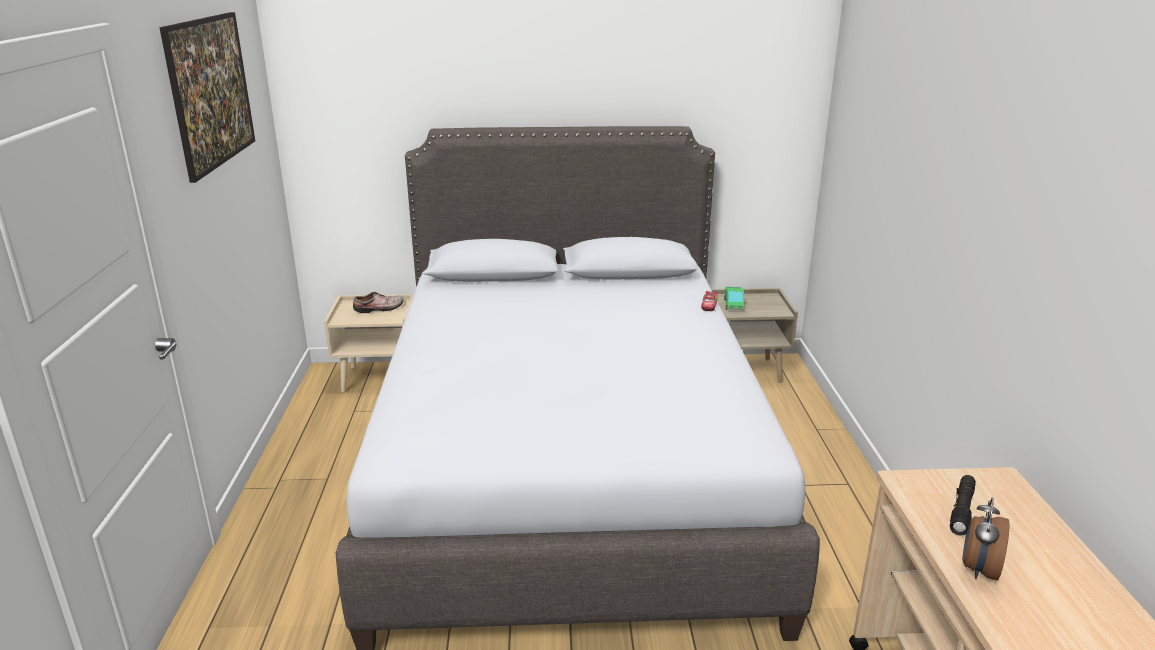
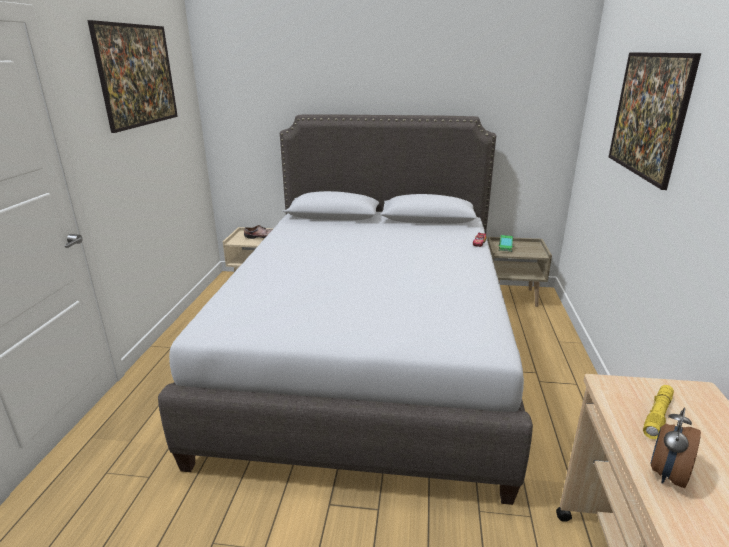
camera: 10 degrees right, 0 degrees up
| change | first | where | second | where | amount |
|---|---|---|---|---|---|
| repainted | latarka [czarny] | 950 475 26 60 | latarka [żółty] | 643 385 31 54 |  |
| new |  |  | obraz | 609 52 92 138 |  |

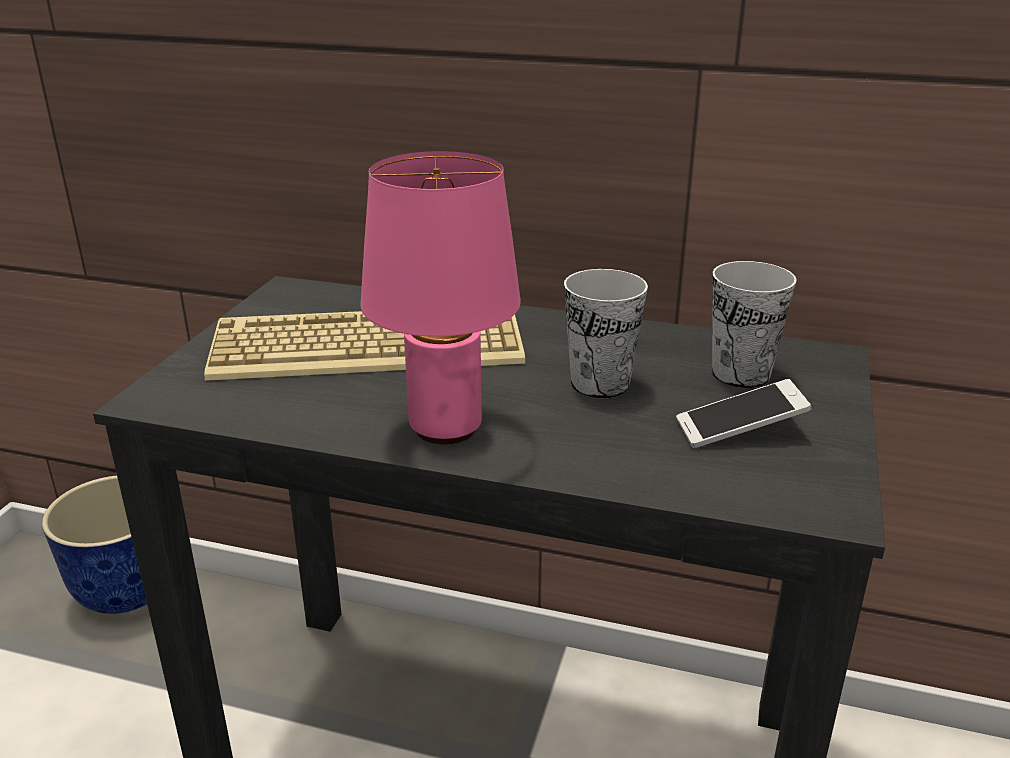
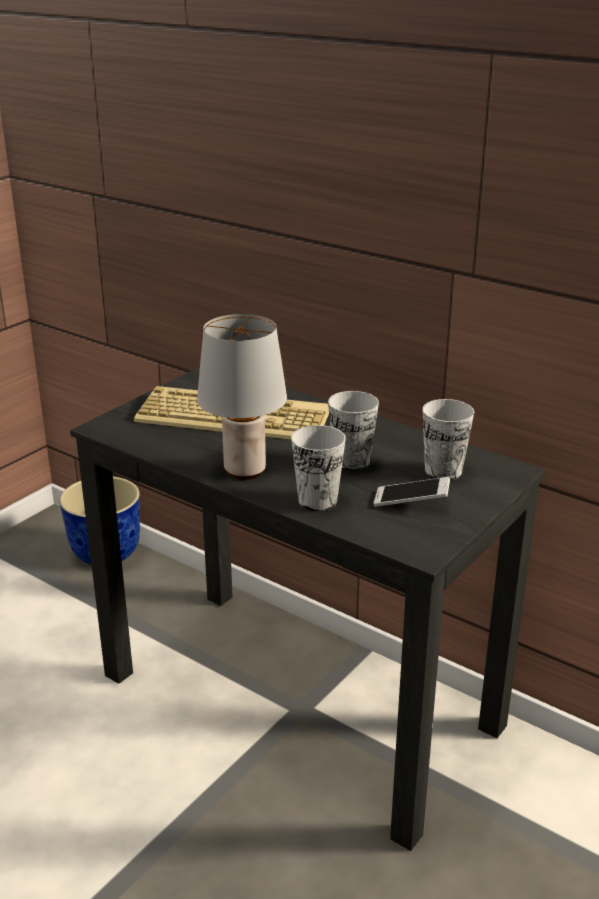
camera: 20 degrees right, 0 degrees up
| change | first | where | second | where | amount |
|---|---|---|---|---|---|
| repainted | lampa stołowa [różowy] | 361 151 160 294 | lampa stołowa [szary] | 197 314 90 166 |  |
| new |  |  | filiżanka | 291 425 55 86 |  |

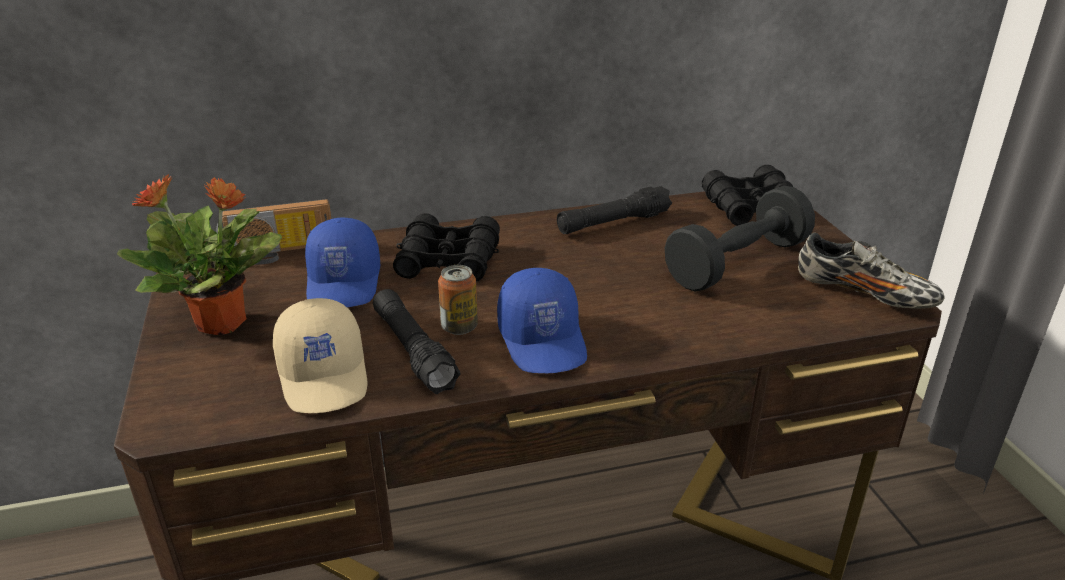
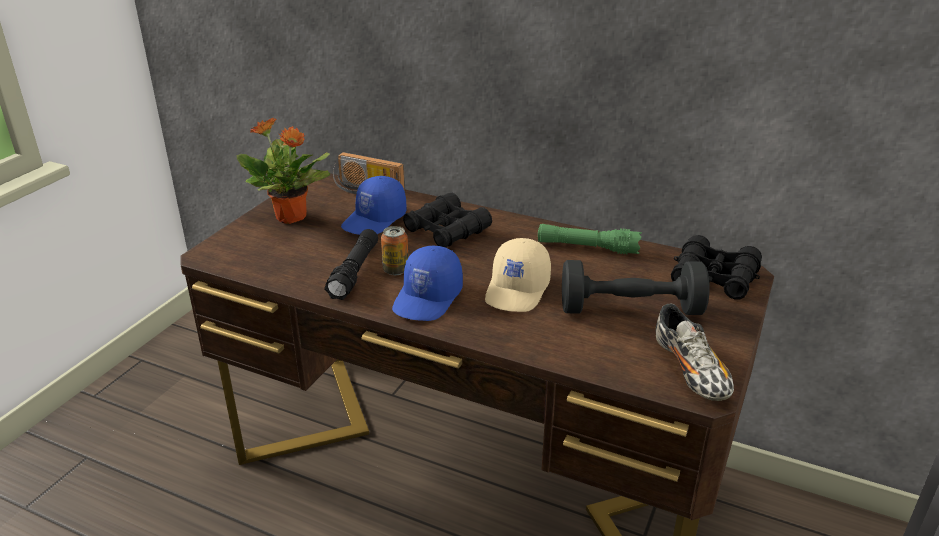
camera: 40 degrees right, 0 degrees up
| change | first | where | second | where | amount |
|---|---|---|---|---|---|
| shifted | czapka z daszkiem [beżowy] | 273 298 95 115 |  | 485 238 66 74 |  |
| repainted | latarka [czarny] | 557 186 115 48 | latarka [zielony] | 538 224 104 30 |  |

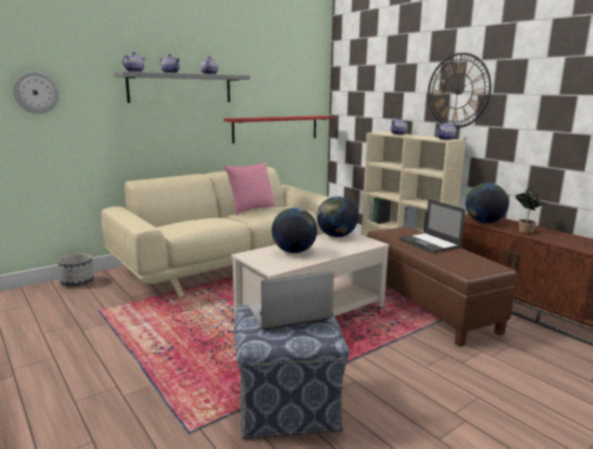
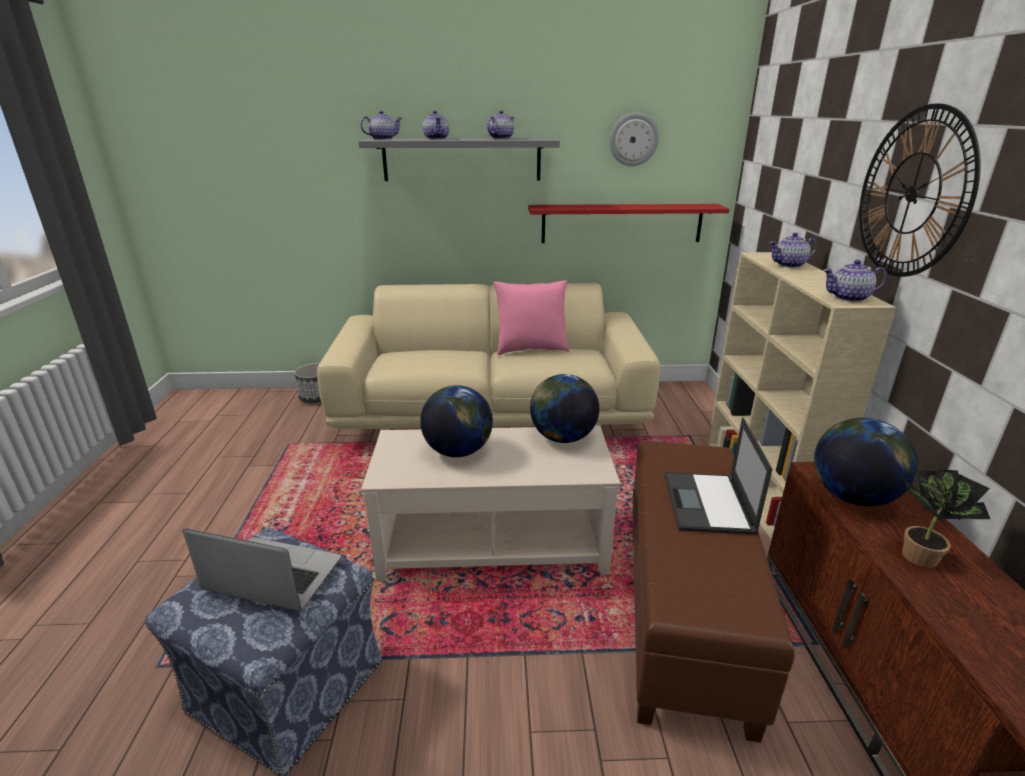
camera: 35 degrees right, 10 degrees up
| change | first | where | second | where | amount |
|---|---|---|---|---|---|
| shifted | zegar ścienny | 13 71 46 43 |  | 610 113 49 53 |  |

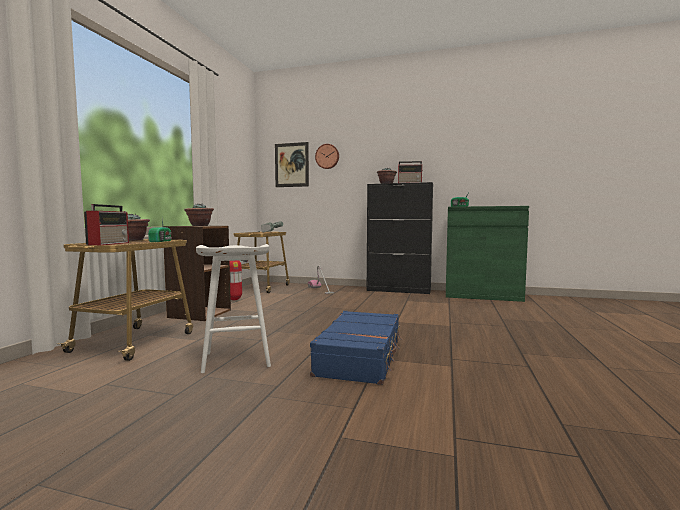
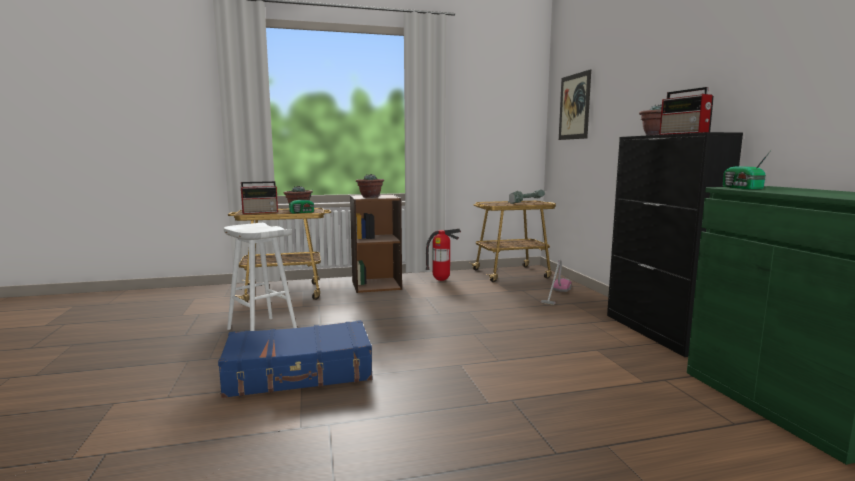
camera: 60 degrees right, 5 degrees up
| change | first | where | second | where | amount |
|---|---|---|---|---|---|
| gone | zegar ścienny | 315 144 24 25 |  |  |  |

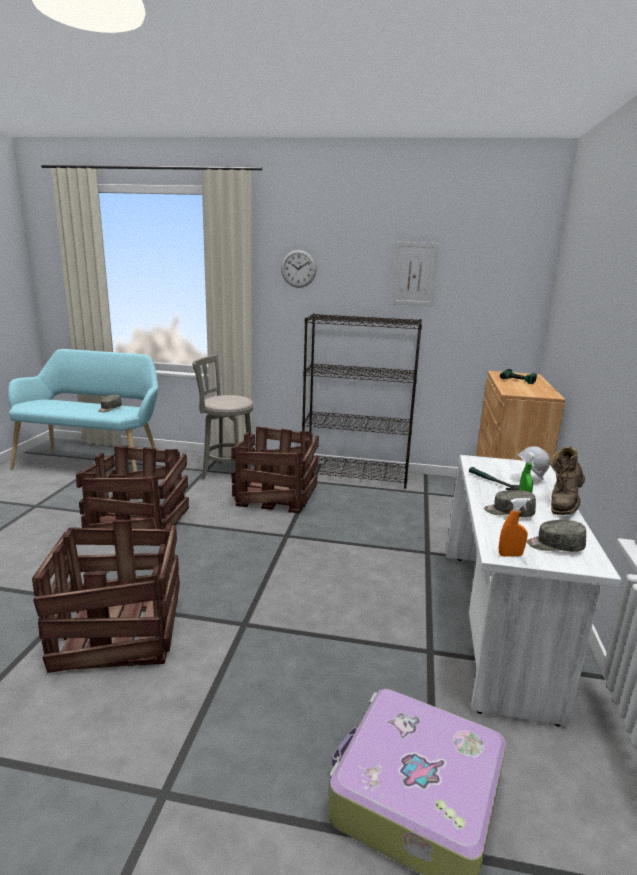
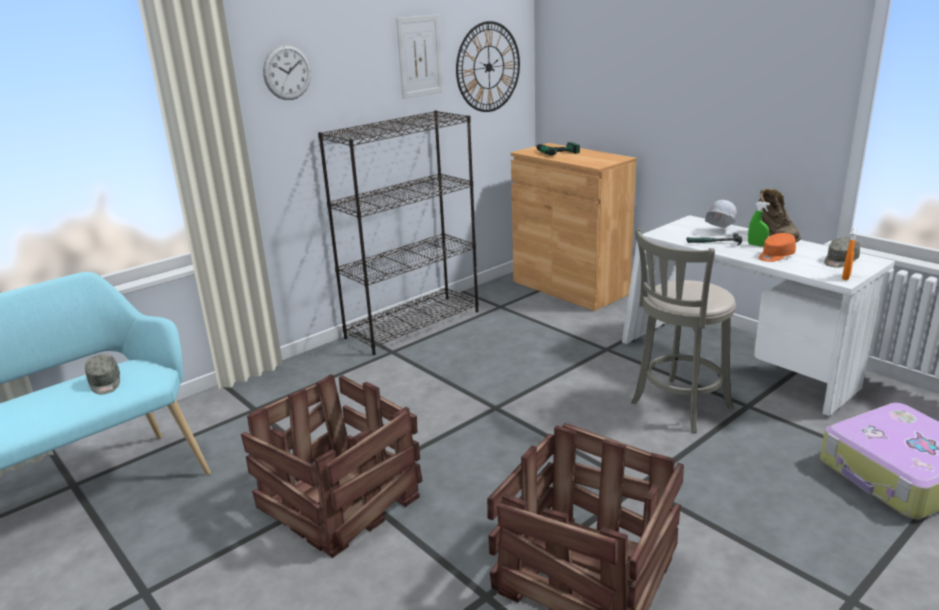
camera: 50 degrees left, 5 degrees up
| change | first | where | second | where | amount |
|---|---|---|---|---|---|
| shifted | stołek [szary] | 192 354 63 125 |  | 631 228 105 205 |  |
| gone | skrzynka | 231 426 88 88 |  |  |  |
| repainted | czapka z daszkiem [szary] | 484 490 52 27 | czapka z daszkiem [pomarańczowy] | 759 233 37 29 |  |
| new |  |  | zegar ścienny | 456 21 64 91 |  |

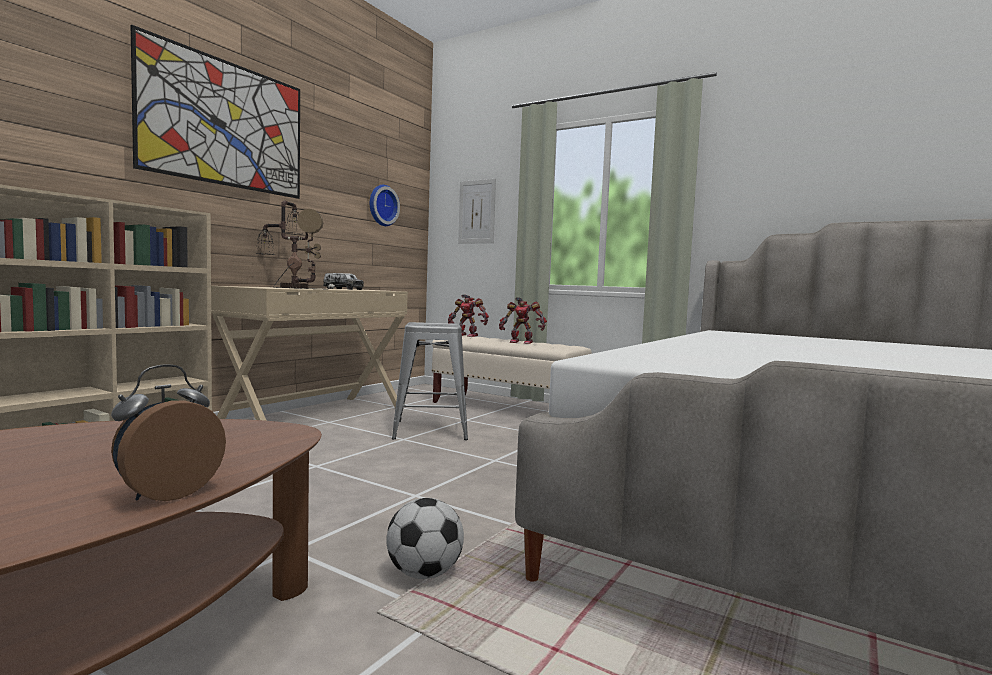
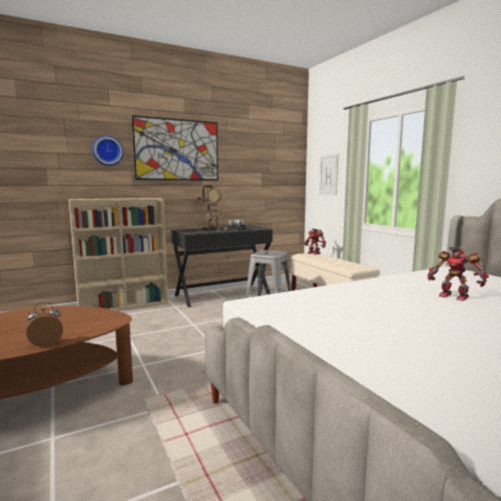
camera: 30 degrees right, 5 degrees up
| change | first | where | second | where | amount |
|---|---|---|---|---|---|
| repainted | biurko [beżowy] | 211 286 197 135 | biurko [czarny] | 171 225 102 82 |  |
| shifted | zegar ścienny | 370 185 30 41 |  | 92 136 31 30 |  |
| gone | piłka futbolowa | 386 498 78 81 |  |  |  |
| shifted | robot zabawkowy | 499 297 48 47 |  | 428 246 61 55 |  |

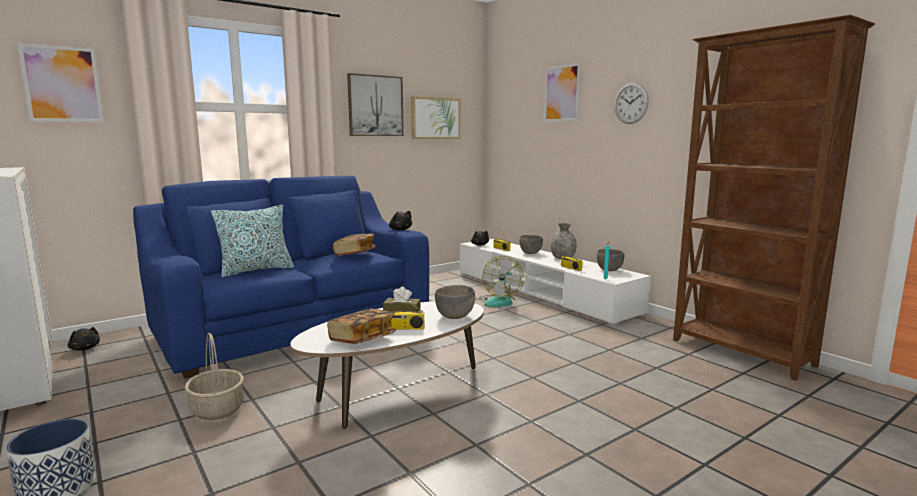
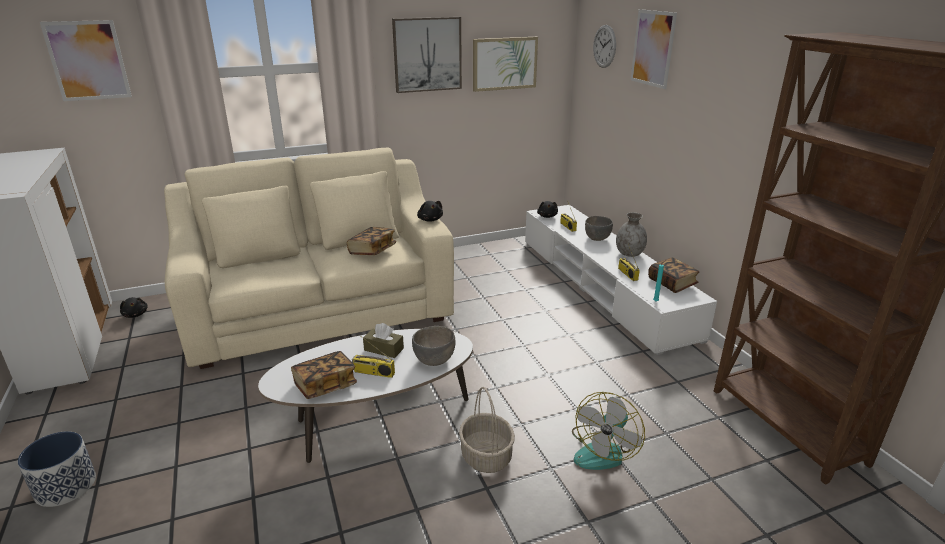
camera: 15 degrees right, 15 degrees up
| change | first | where | second | where | amount |
|---|---|---|---|---|---|
| repainted | kanapa [niebieski] | 133 176 296 203 | kanapa [beżowy] | 164 147 290 222 |  |
| shifted | koszyk | 185 333 59 87 |  | 459 387 56 86 |  |
| gone | poduszka | 211 205 83 72 |  |  |  |
| shifted | wentylator | 479 256 45 51 |  | 572 392 73 78 |  |
| swapped | miska [szary] | 597 249 27 22 | książka | 648 257 51 36 |  |
| shifted | zegar ścienny | 614 83 35 41 |  | 593 25 23 43 |  |

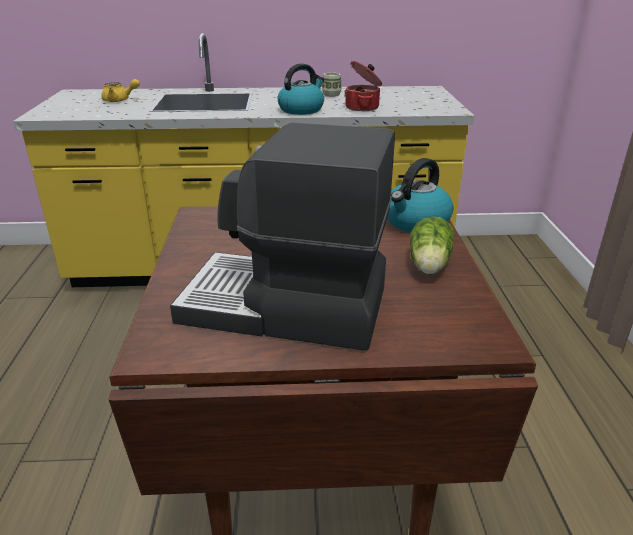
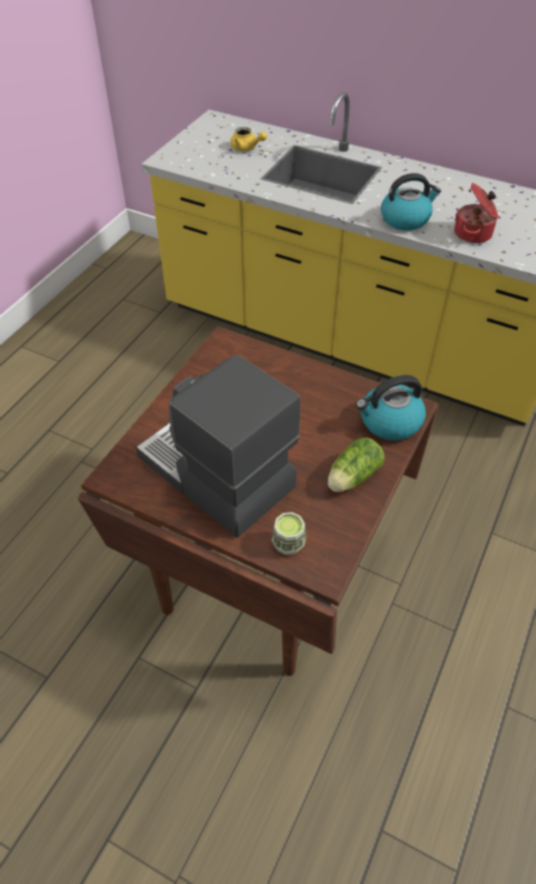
camera: 30 degrees right, 20 degrees up
| change | first | where | second | where | amount |
|---|---|---|---|---|---|
| shifted | filiżanka | 322 73 20 24 |  | 272 512 34 43 |  |

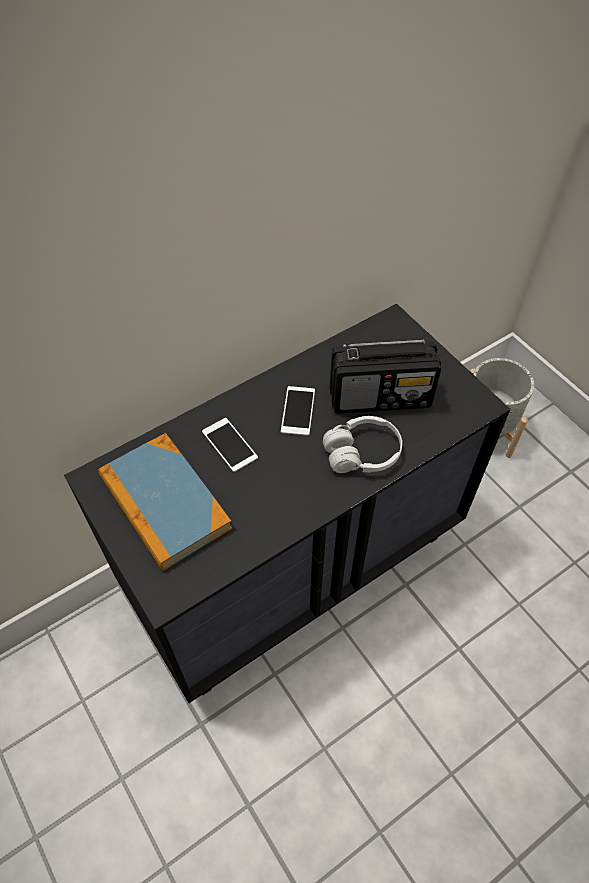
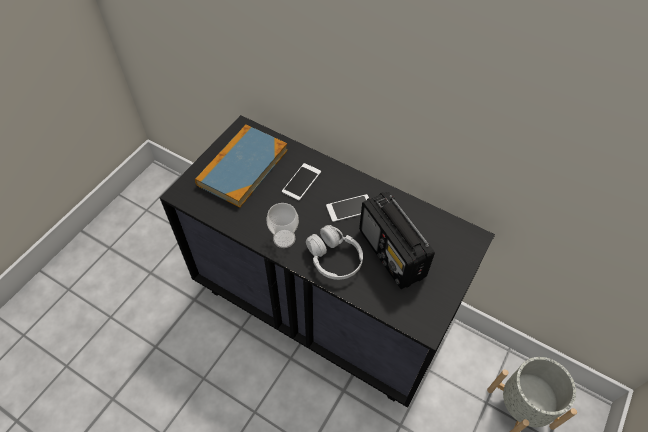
camera: 65 degrees right, 0 degrees up
| change | first | where | second | where | amount |
|---|---|---|---|---|---|
| new |  |  | filiżanka | 266 203 33 45 |  |

